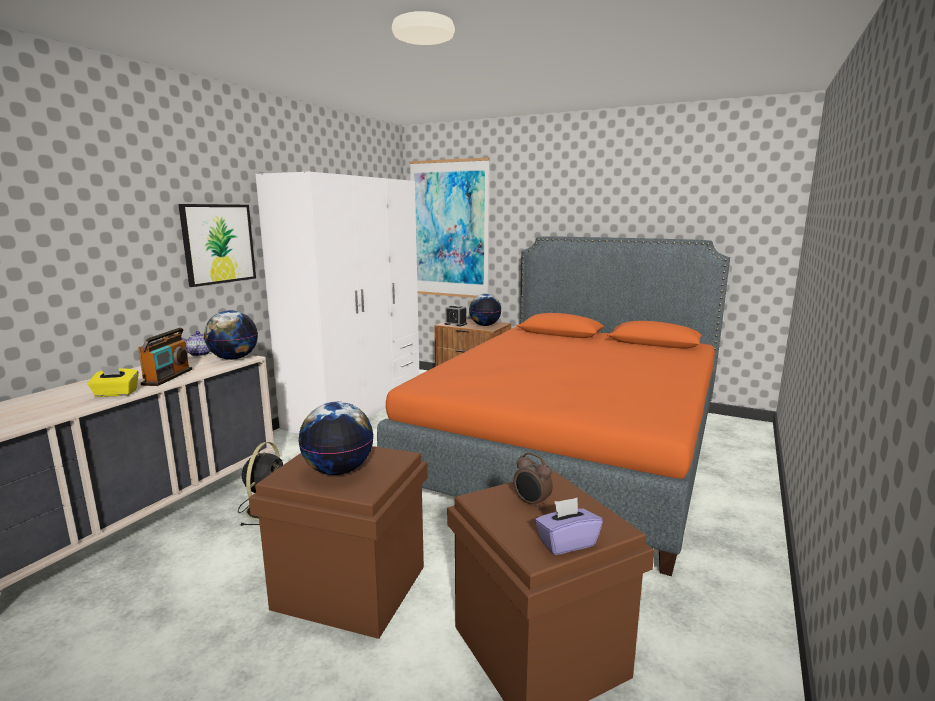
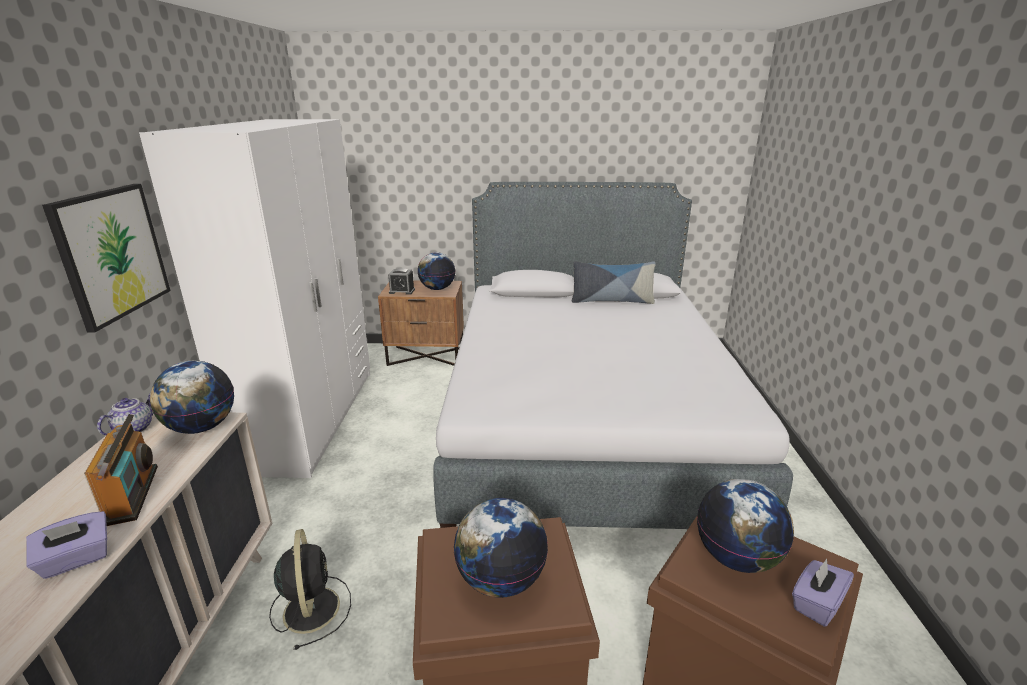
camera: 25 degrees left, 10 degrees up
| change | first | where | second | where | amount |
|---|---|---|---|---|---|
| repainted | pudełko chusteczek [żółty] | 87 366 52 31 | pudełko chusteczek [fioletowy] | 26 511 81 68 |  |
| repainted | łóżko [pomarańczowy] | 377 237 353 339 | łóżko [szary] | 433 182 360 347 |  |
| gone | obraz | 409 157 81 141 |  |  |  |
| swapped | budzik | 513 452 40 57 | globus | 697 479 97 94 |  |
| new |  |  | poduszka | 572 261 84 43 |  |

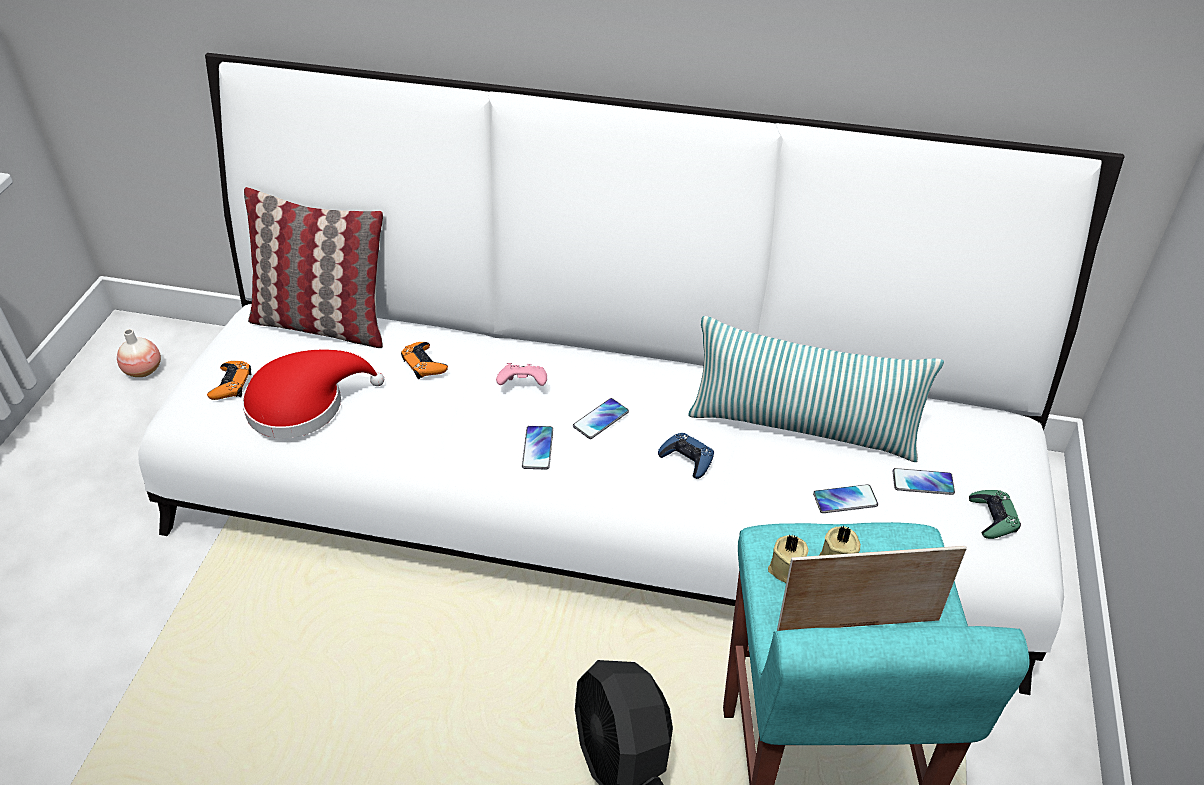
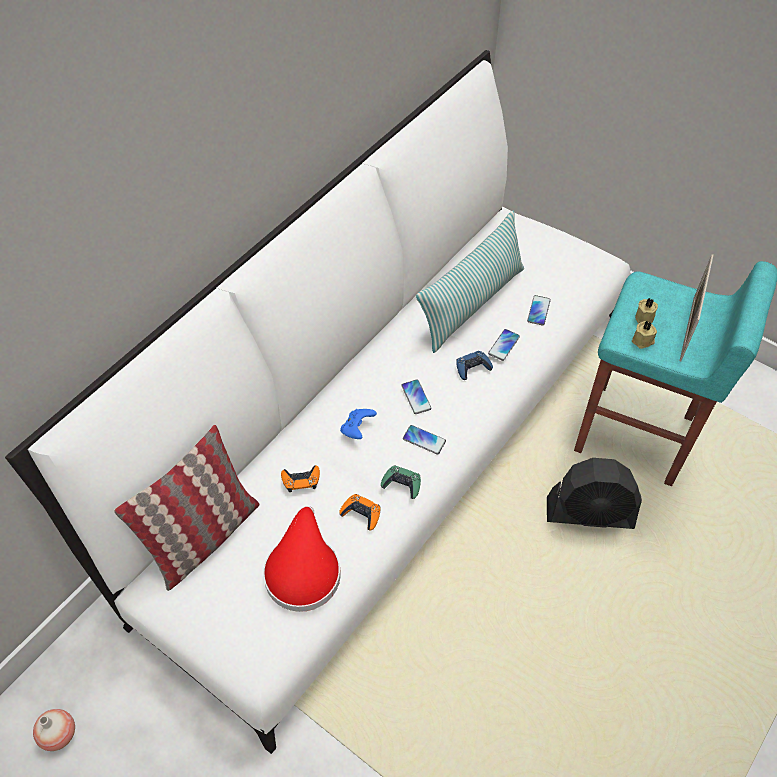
camera: 65 degrees left, 10 degrees up
| change | first | where | second | where | amount |
|---|---|---|---|---|---|
| shifted | pad do gier [pomarańczowy] | 207 361 45 39 |  | 339 494 42 36 |  |
| repainted | pad do gier [różowy] | 496 363 51 23 | pad do gier [niebieski] | 340 409 37 30 |  |
| shifted | telefon | 893 468 62 27 |  | 488 329 32 32 |  |
| shifted | pad do gier [zielony] | 969 490 52 49 |  | 381 466 40 33 |  |

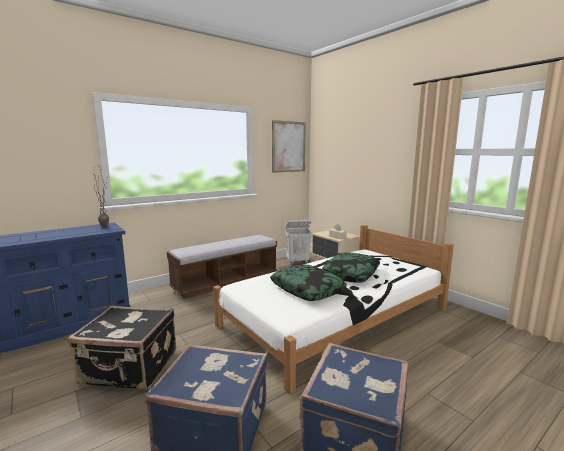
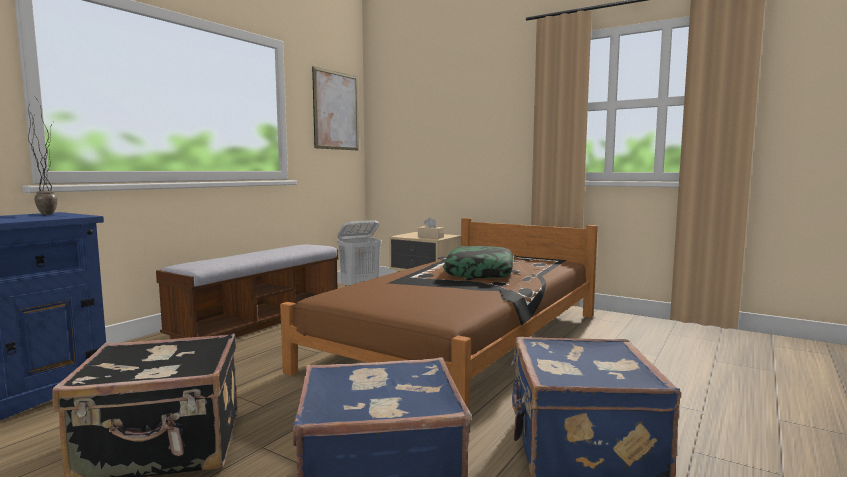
camera: 20 degrees left, 5 degrees down
| change | first | where | second | where | amount |
|---|---|---|---|---|---|
| repainted | łóżko [biały] | 213 225 241 169 | łóżko [brązowy] | 280 218 318 193 |  |
| gone | poduszka | 270 265 77 36 |  |  |  |

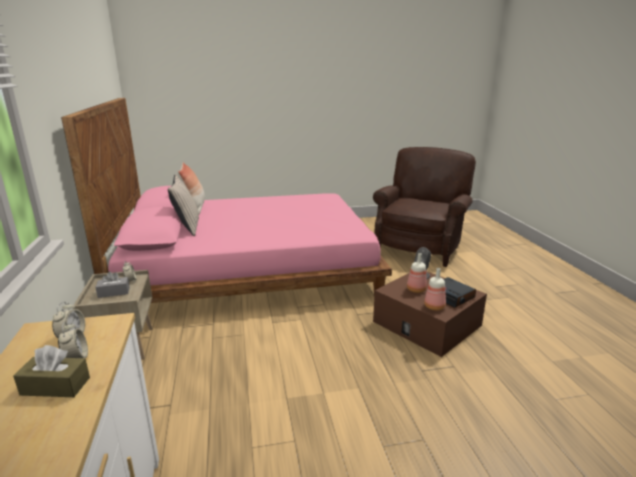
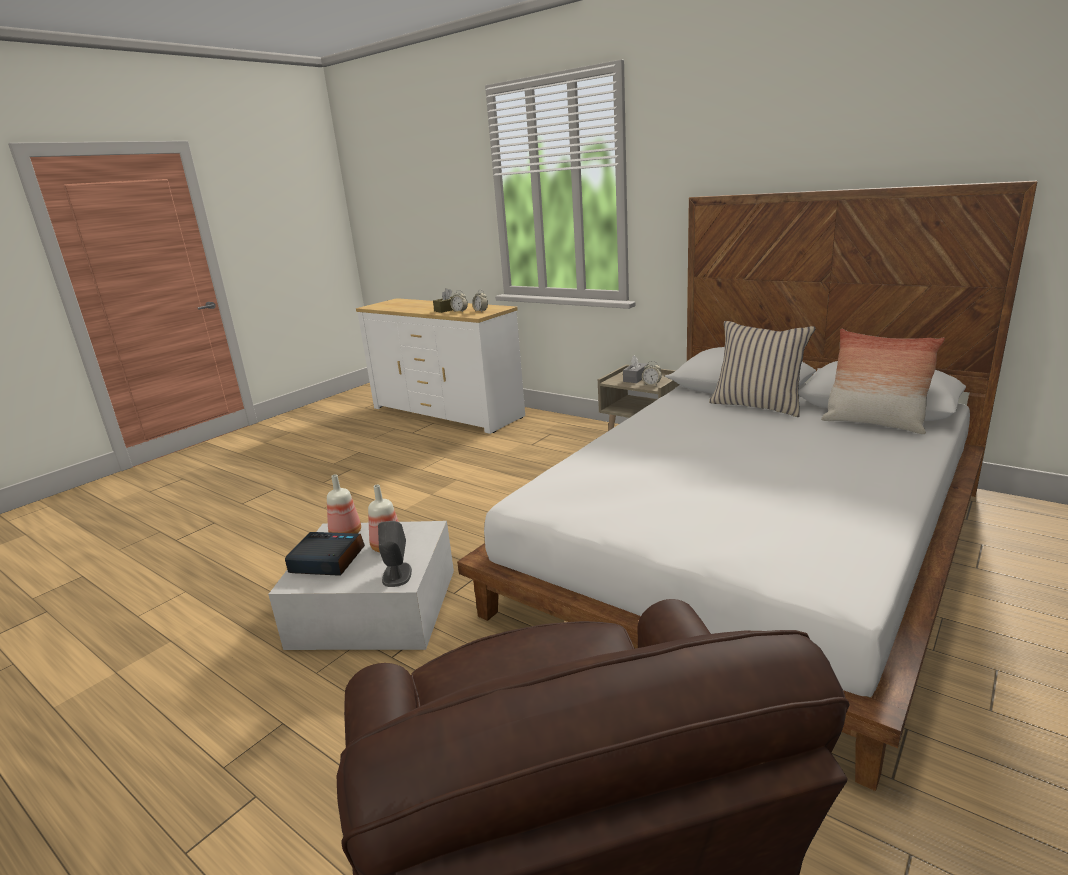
camera: 140 degrees right, 0 degrees up
| change | first | where | second | where | amount |
|---|---|---|---|---|---|
| repainted | łóżko [różowy] | 61 98 331 205 | łóżko [biały] | 457 181 581 610 |  |
| repainted | pojemnik do przechowywania [brązowy] | 373 271 114 86 | pojemnik do przechowywania [biały] | 268 521 186 129 |  |

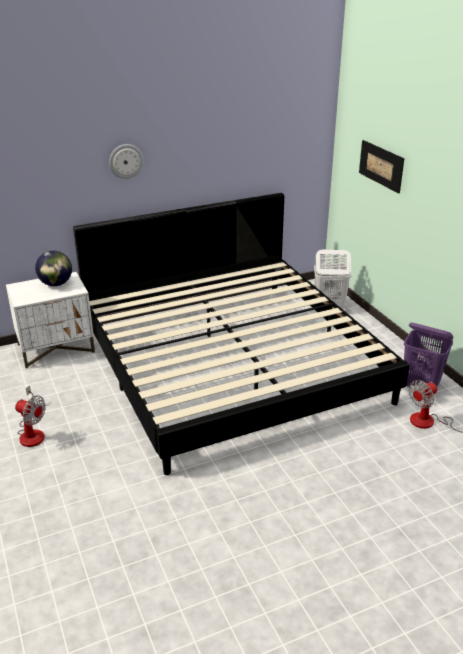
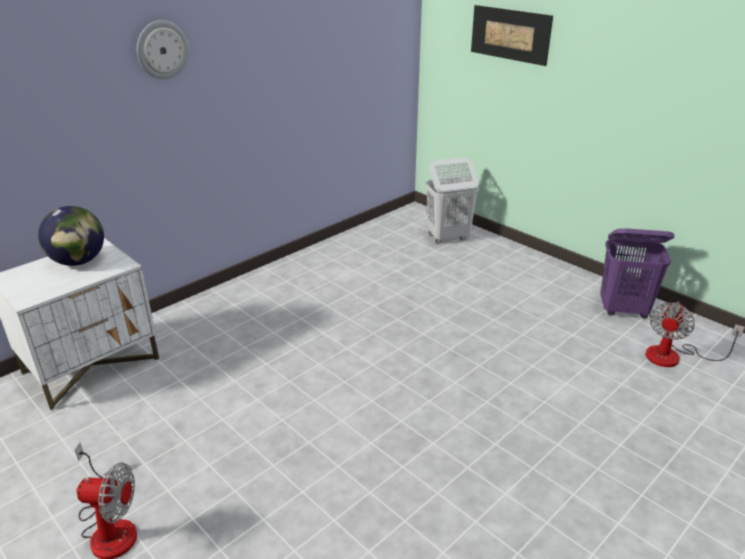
camera: 20 degrees left, 0 degrees up
| change | first | where | second | where | amount |
|---|---|---|---|---|---|
| gone | łóżko | 73 193 337 282 |  |  |  |

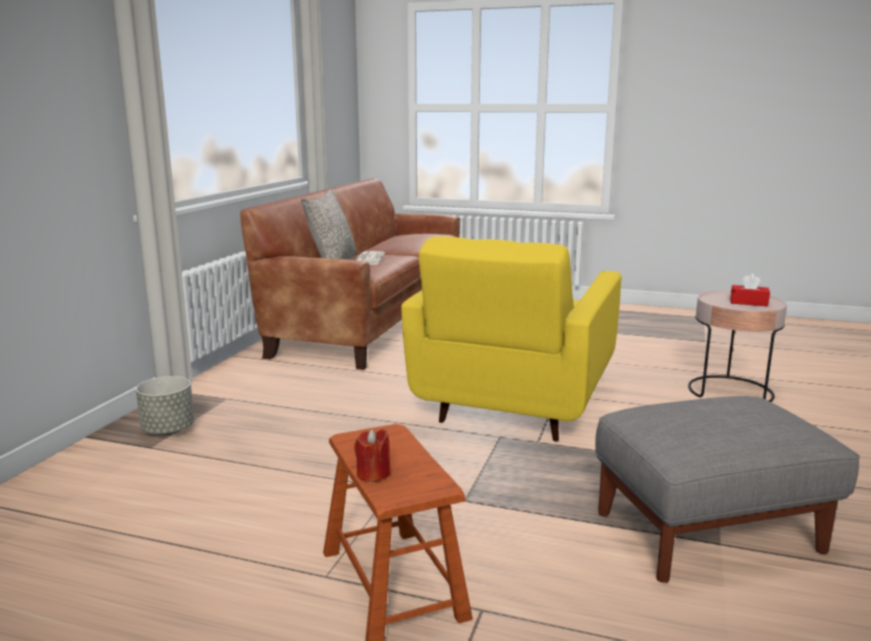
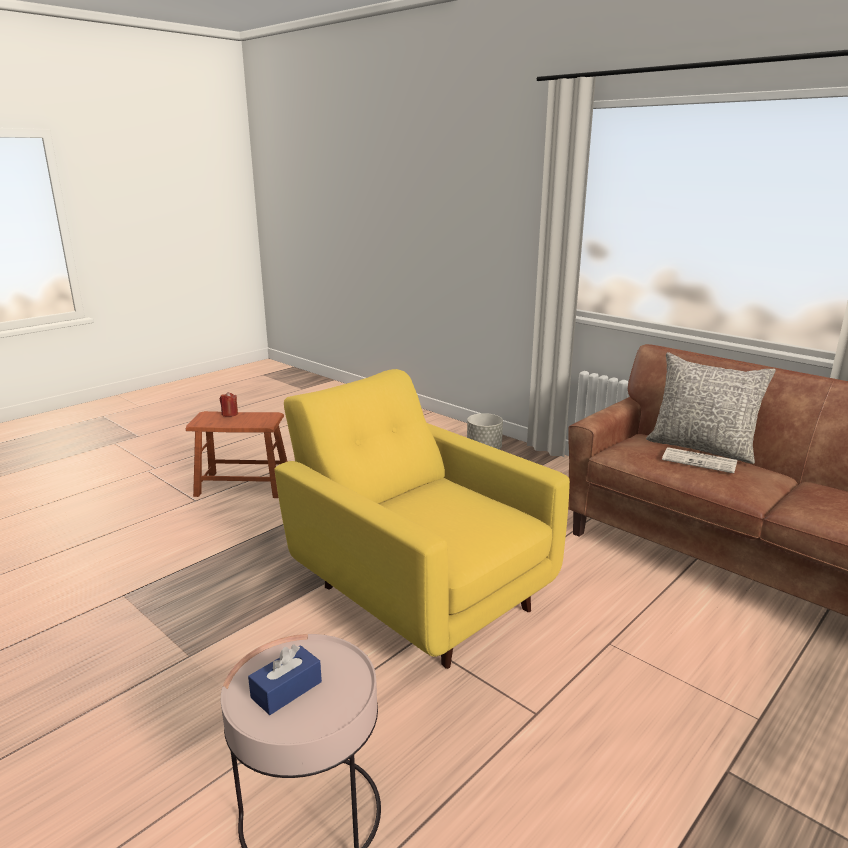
camera: 115 degrees right, 5 degrees up
| change | first | where | second | where | amount |
|---|---|---|---|---|---|
| gone | pufa [szary] | 595 396 265 187 |  |  |  |
| repainted | pudełko chusteczek [czerwony] | 730 274 40 33 | pudełko chusteczek [niebieski] | 248 645 74 70 |  |

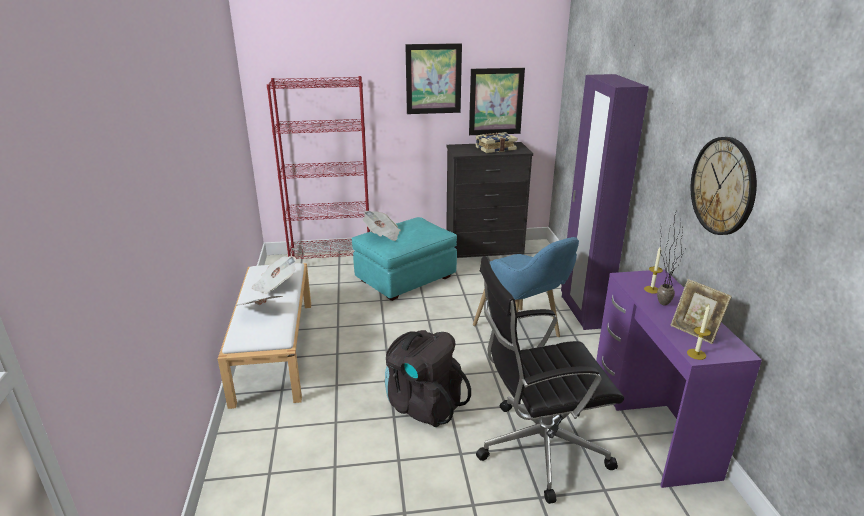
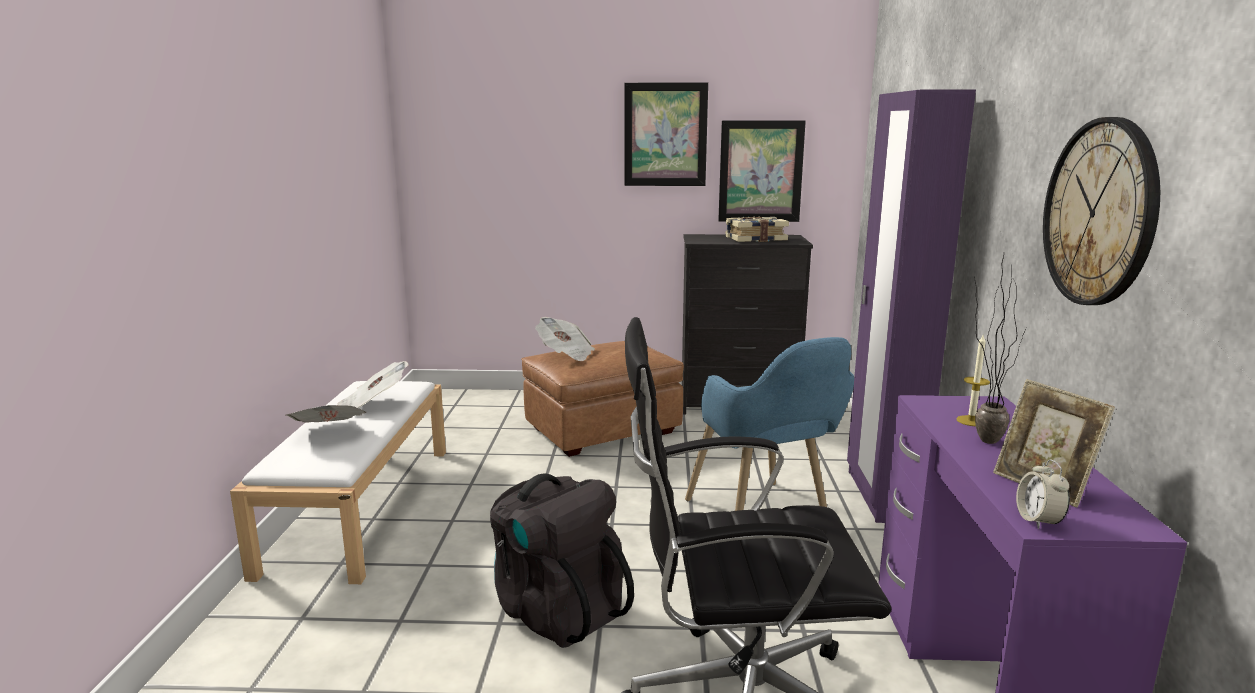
camera: 10 degrees right, 10 degrees down
| change | first | where | second | where | amount |
|---|---|---|---|---|---|
| gone | regał [czerwony] | 267 76 103 183 |  |  |  |
| repainted | pufa [turkusowy] | 351 217 106 84 | pufa [brązowy] | 521 341 163 116 |  |
| swapped | świeca | 687 305 24 55 | budzik | 1016 459 54 70 |  |

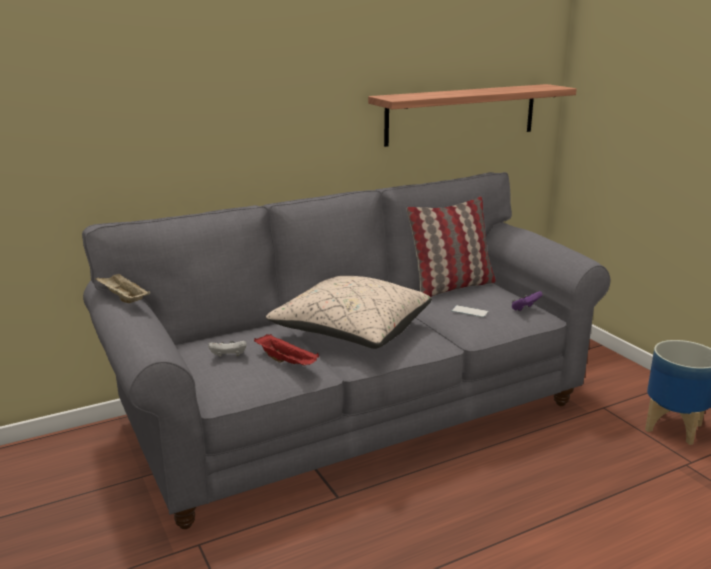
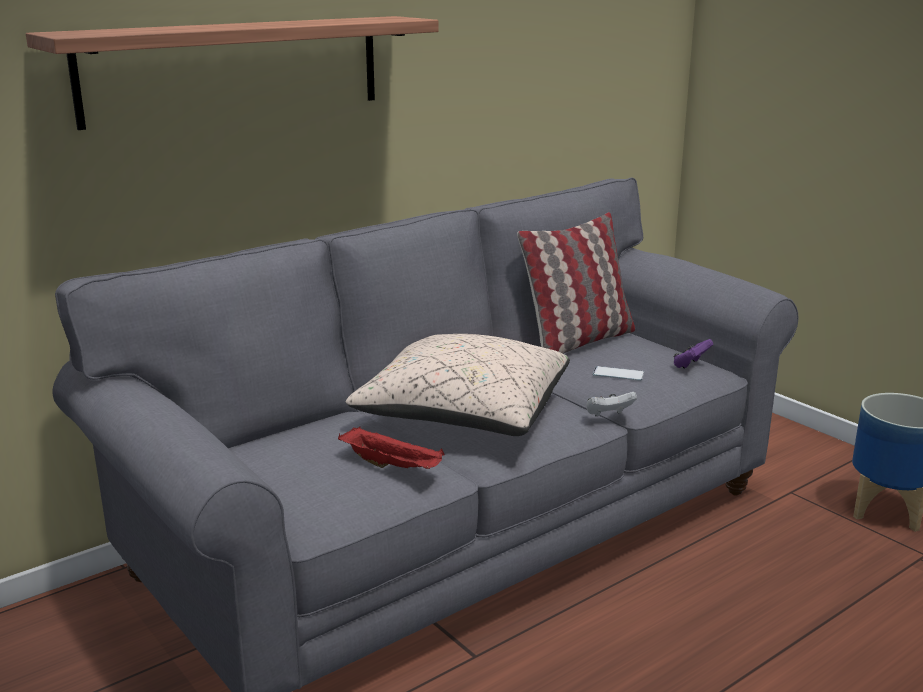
camera: 10 degrees left, 0 degrees up
| change | first | where | second | where | amount |
|---|---|---|---|---|---|
| gone | taca [beżowy] | 95 274 55 29 |  |  |  |
| shifted | pad do gier [biały] | 208 341 39 16 |  | 586 392 51 24 |  |
| shifted | półka | 368 84 209 63 |  | 26 16 413 114 |  |

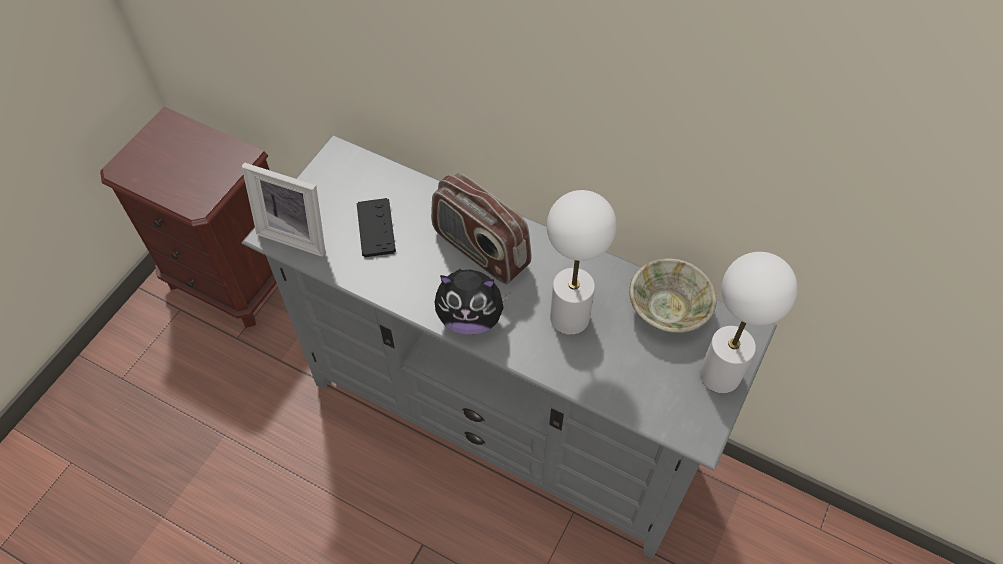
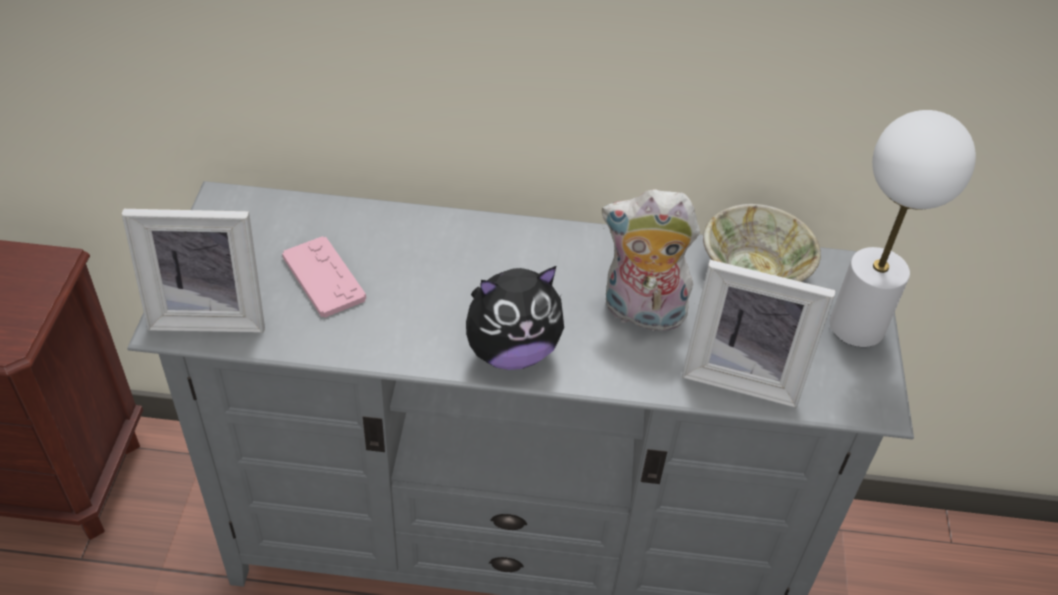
camera: 25 degrees left, 10 degrees down
| change | first | where | second | where | amount |
|---|---|---|---|---|---|
| repainted | pad do gier [czarny] | 357 198 39 60 | pad do gier [różowy] | 282 236 84 82 |  |
| gone | radio | 431 173 100 112 |  |  |  |
| swapped | lampa stołowa [biały] | 547 190 70 145 | pluszak | 602 189 98 147 |  |
| new |  |  | ramka na zdjęcie | 682 260 153 148 |  |

